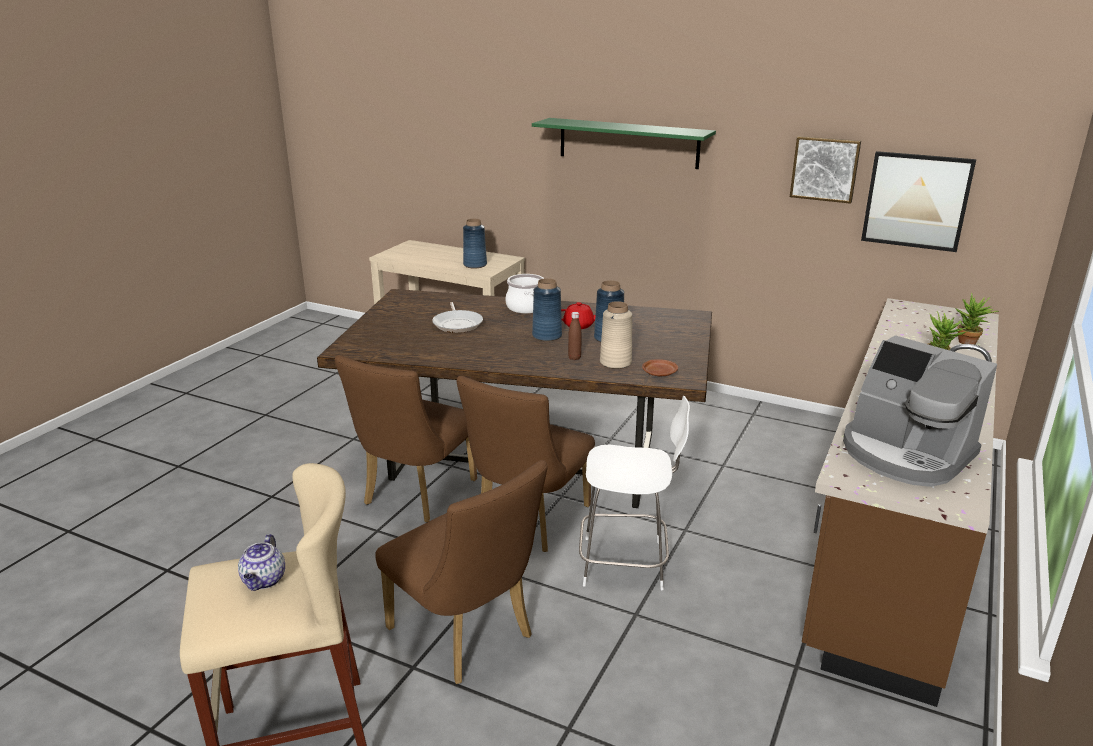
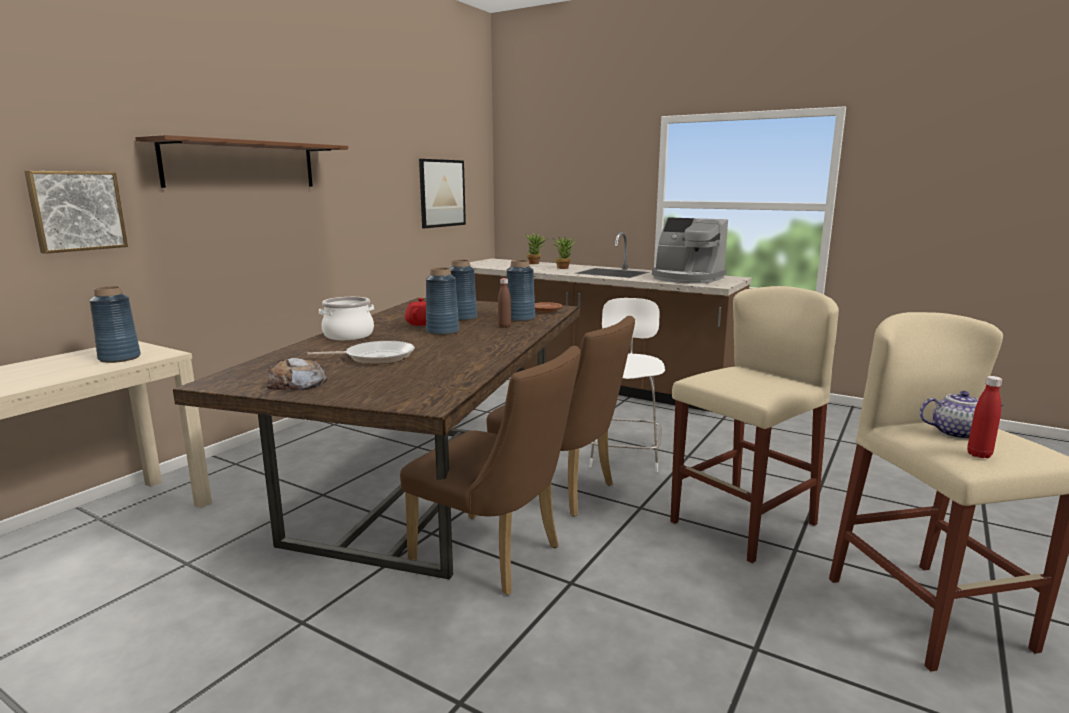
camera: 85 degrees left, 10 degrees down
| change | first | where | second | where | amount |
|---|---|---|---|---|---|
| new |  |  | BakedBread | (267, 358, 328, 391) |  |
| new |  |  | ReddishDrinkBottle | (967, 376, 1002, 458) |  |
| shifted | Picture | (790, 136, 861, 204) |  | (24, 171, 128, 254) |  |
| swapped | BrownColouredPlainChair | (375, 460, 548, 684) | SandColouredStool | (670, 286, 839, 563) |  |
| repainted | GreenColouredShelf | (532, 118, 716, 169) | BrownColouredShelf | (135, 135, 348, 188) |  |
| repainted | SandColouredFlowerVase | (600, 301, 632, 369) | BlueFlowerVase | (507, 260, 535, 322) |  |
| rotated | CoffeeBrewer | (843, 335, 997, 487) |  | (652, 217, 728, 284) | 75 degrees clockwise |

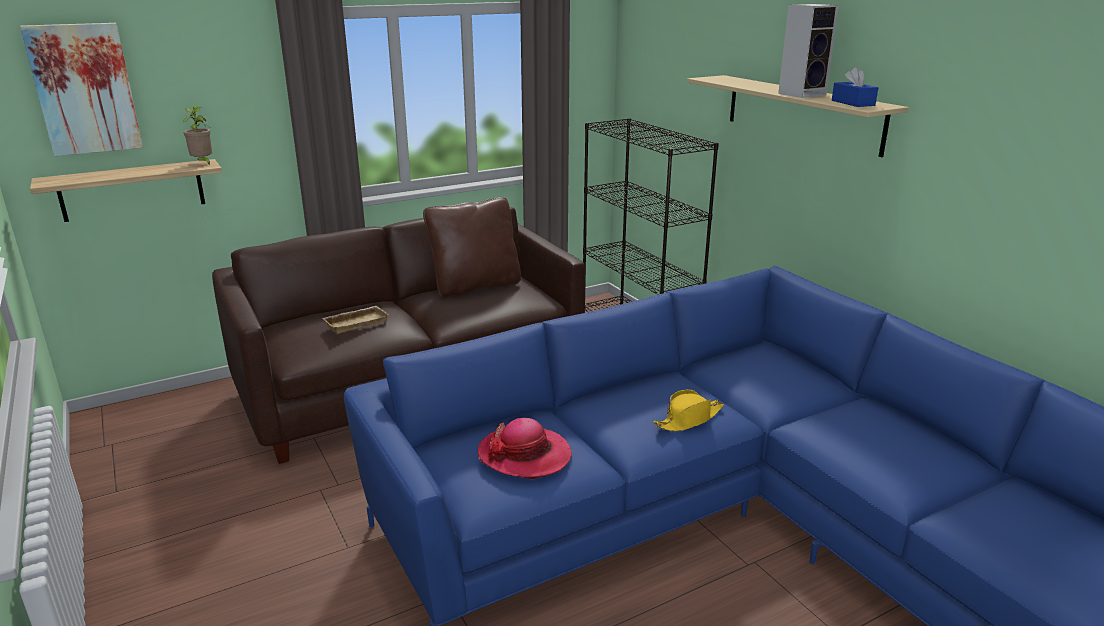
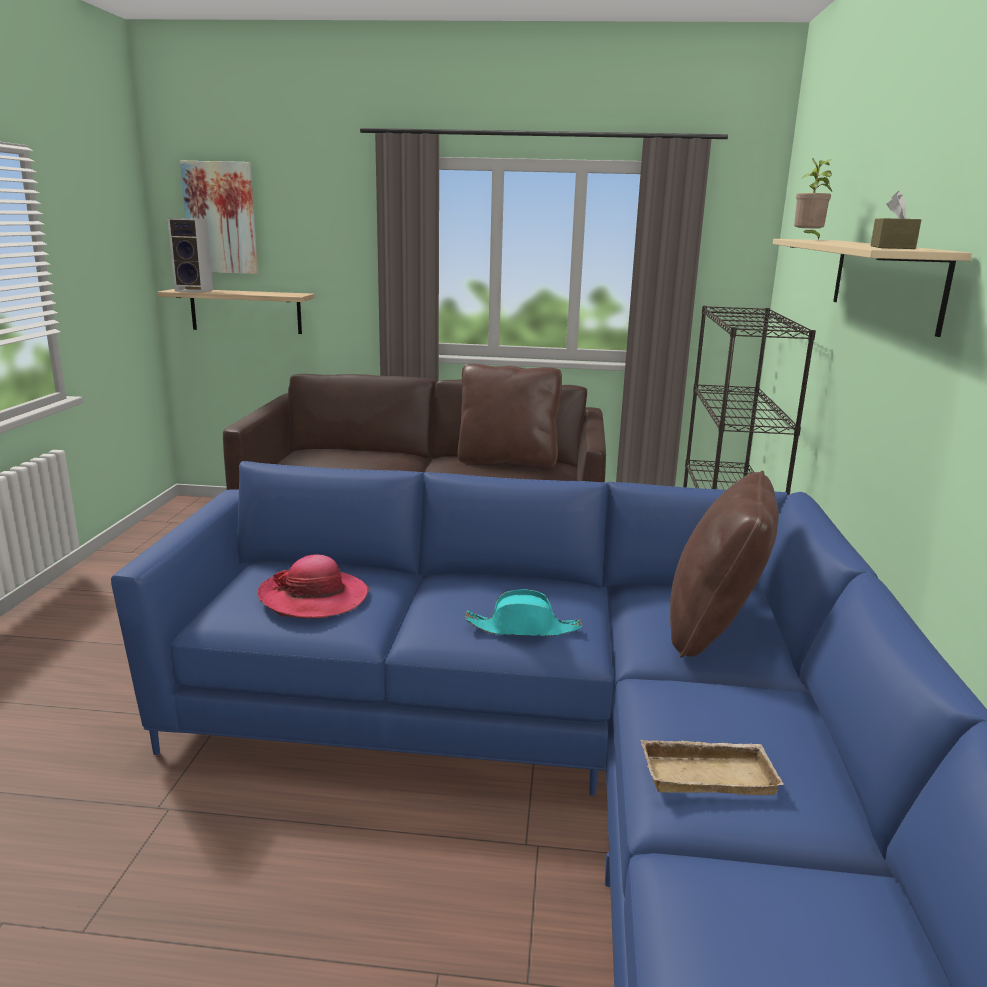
camera: 35 degrees right, 5 degrees down
| change | first | where | second | where | amount |
|---|---|---|---|---|---|
| new |  |  | BrownColouredThrowPillow | (670, 470, 779, 658) |  |
| shifted | Houseplant | (183, 106, 212, 165) |  | (794, 158, 833, 240) |  |
| shifted | SandColouredServingTray | (323, 306, 389, 333) |  | (641, 740, 784, 795) |  |
| shifted | Loudspeaker | (778, 4, 839, 98) |  | (167, 218, 213, 293) |  |
| repainted | YellowColouredWearableHat | (653, 390, 724, 432) | TurquoiseColouredWearableHat | (465, 589, 582, 636) |  |
| repainted | BlueBoxOfTissues | (832, 67, 878, 107) | BrownColouredBoxOfTissues | (870, 190, 921, 249) |  |

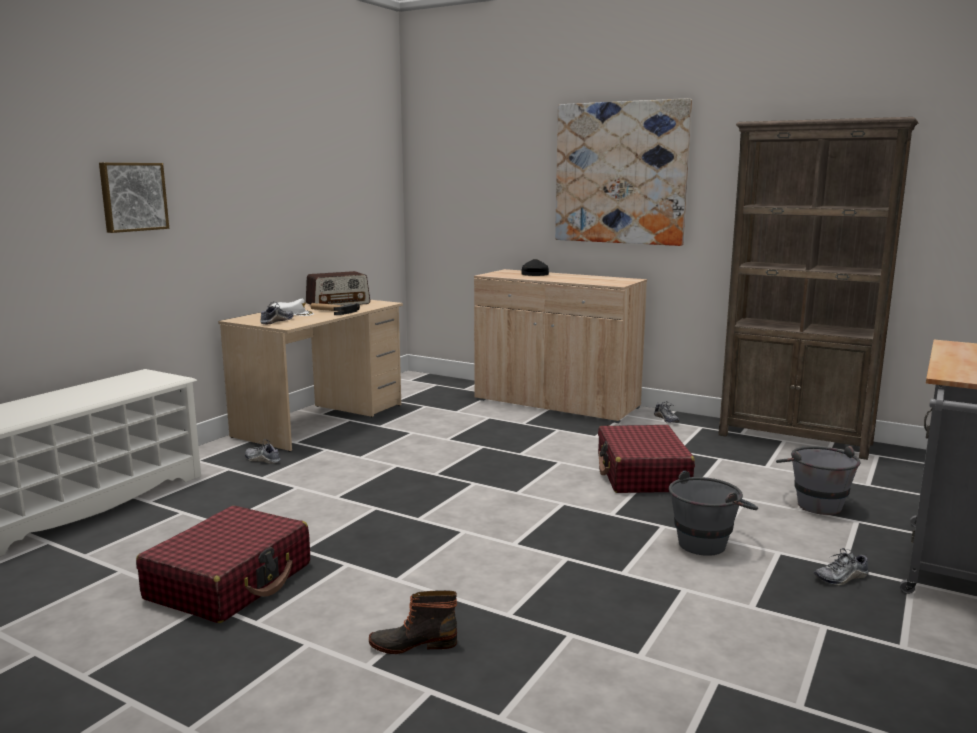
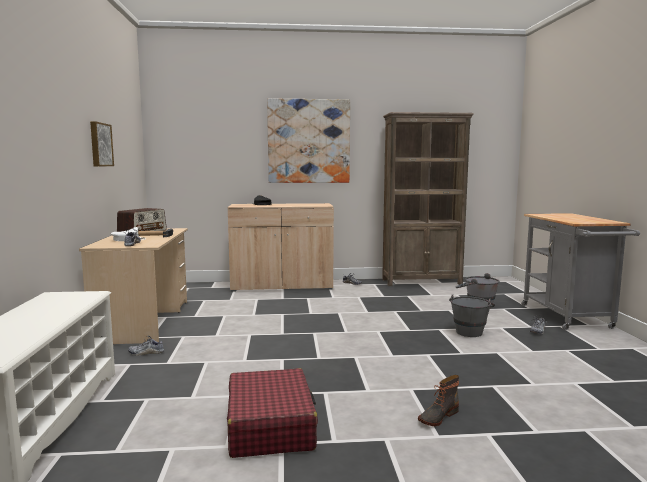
camera: 35 degrees left, 5 degrees down
| change | first | where | second | where | amount |
|---|---|---|---|---|---|
| gone | ReddishSuitcase | (598, 425, 695, 493) |  |  |  |
| shifted | Picture | (99, 163, 169, 233) |  | (90, 121, 114, 166) |  |

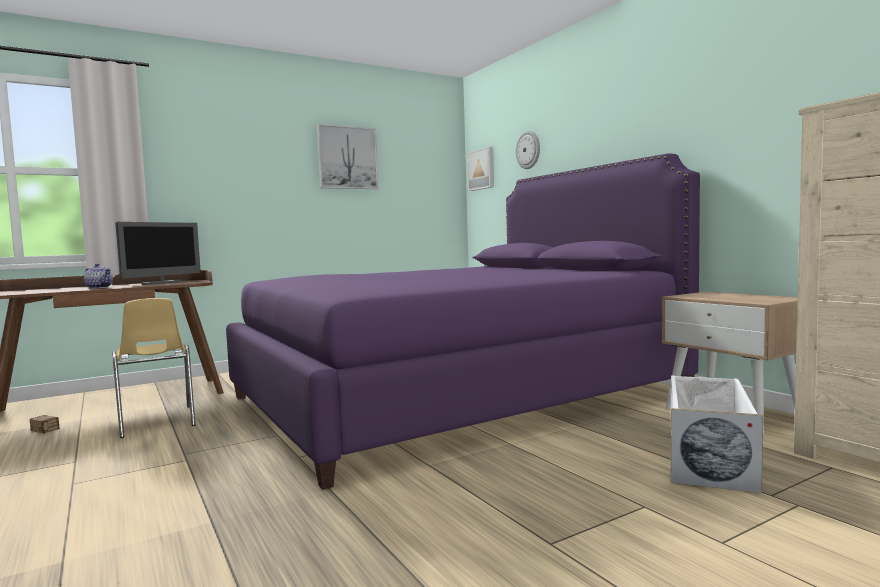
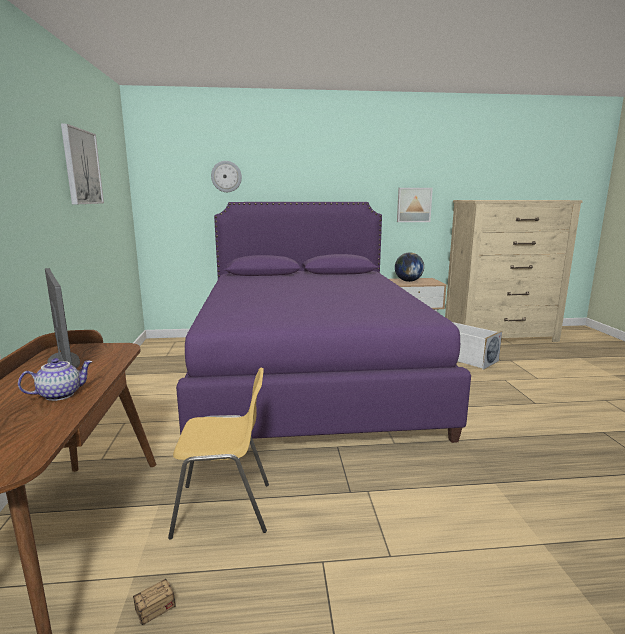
camera: 65 degrees left, 10 degrees up
| change | first | where | second | where | amount |
|---|---|---|---|---|---|
| new |  |  | DeskGlobe | (395, 252, 424, 282) |  |
| shifted | Picture | (467, 147, 494, 191) |  | (397, 188, 433, 222) |  |

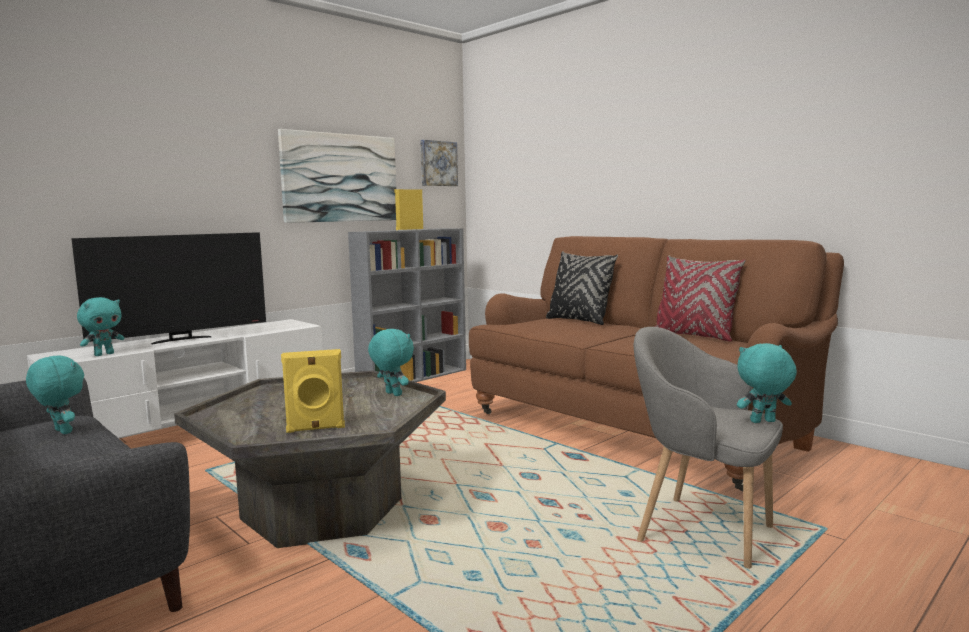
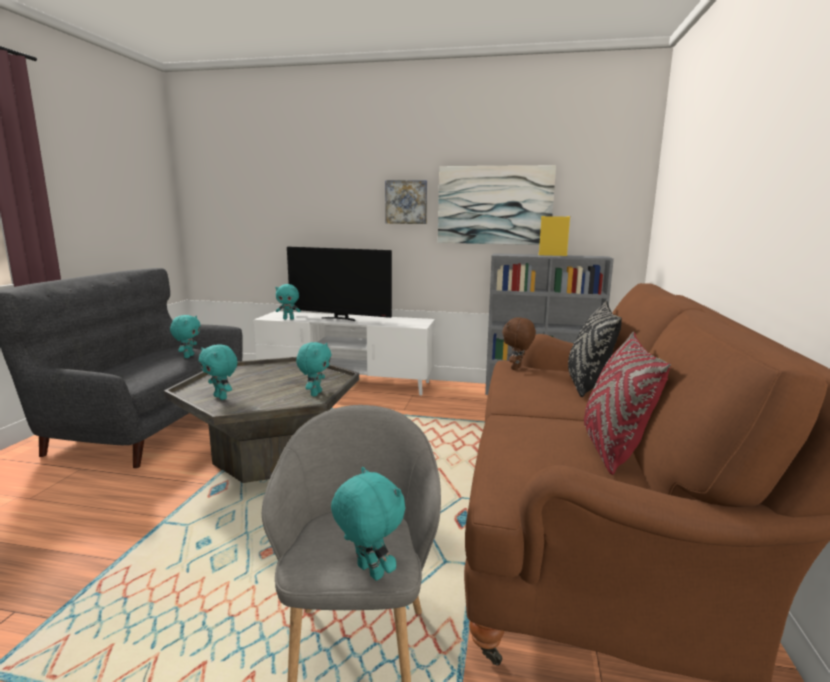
camera: 55 degrees right, 5 degrees up
| change | first | where | second | where | amount |
|---|---|---|---|---|---|
| new |  |  | BrownColouredCuddlyToy | (502, 317, 536, 370) |  |
| shifted | Picture | (420, 140, 458, 186) |  | (385, 180, 427, 224) |  |
| swapped | YellowColouredLoudspeaker | (281, 349, 345, 433) | TurquoiseColouredCuddlyToy | (199, 344, 238, 400) |  |

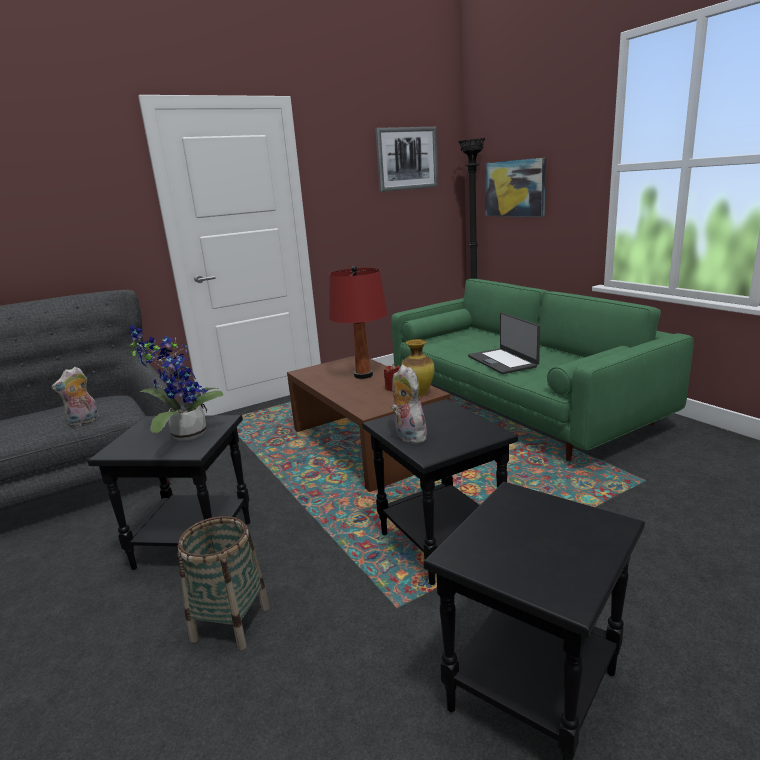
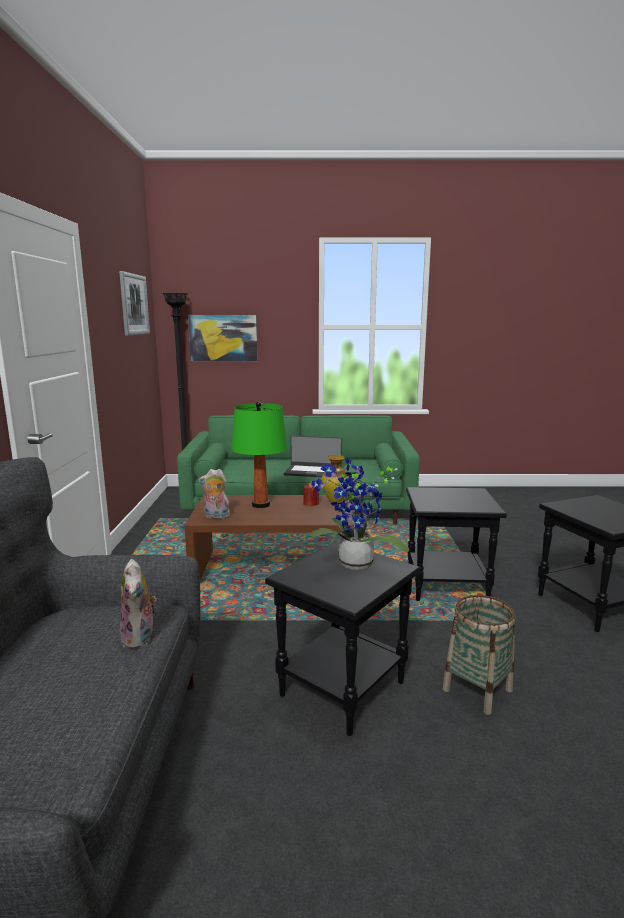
camera: 60 degrees left, 5 degrees down
| change | first | where | second | where | amount |
|---|---|---|---|---|---|
| shifted | CuddlyToy | (391, 365, 427, 444) |  | (198, 469, 230, 519) |  |
| repainted | ReddishTabletopLamp | (329, 266, 388, 379) | GreenColouredTabletopLamp | (231, 402, 287, 508) |  |

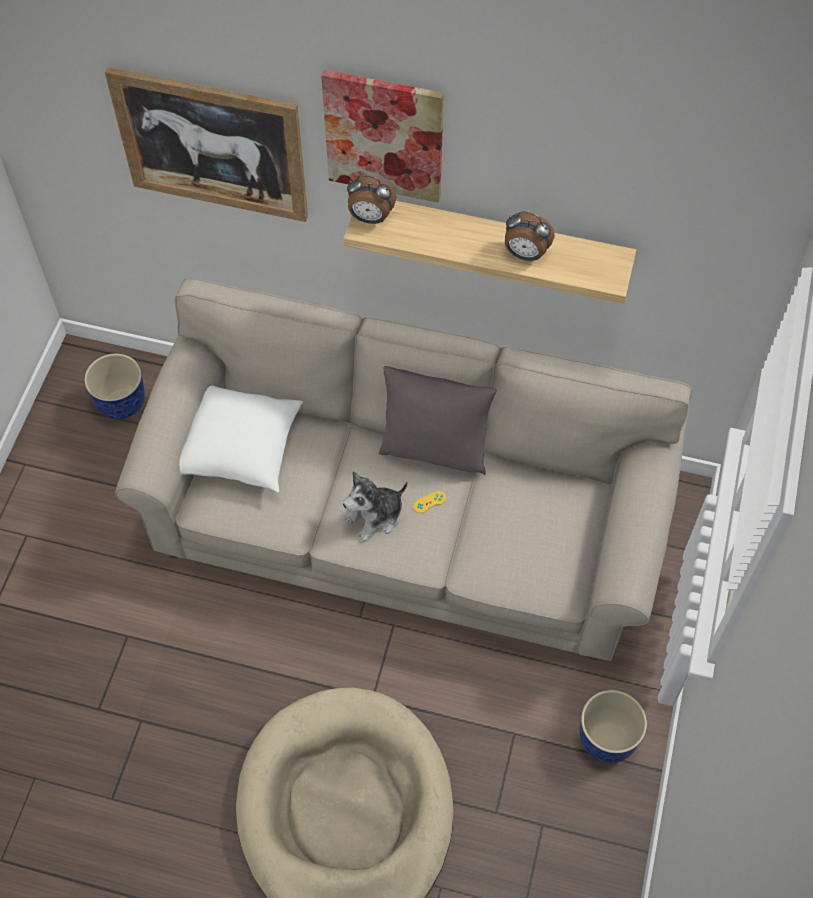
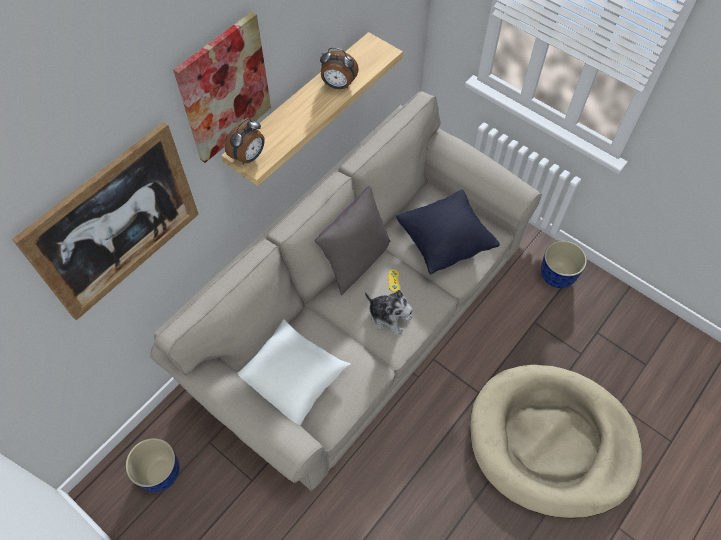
camera: 65 degrees left, 0 degrees up
| change | first | where | second | where | amount |
|---|---|---|---|---|---|
| new |  |  | BlackColouredThrowPillow | (396, 190, 500, 274) |  |
| rotated | CuddlyToy | (343, 471, 407, 542) |  | (365, 290, 413, 336) | 45 degrees counterclockwise |
| rotated | AlarmClock | (505, 211, 555, 261) |  | (320, 48, 359, 89) | 60 degrees clockwise |

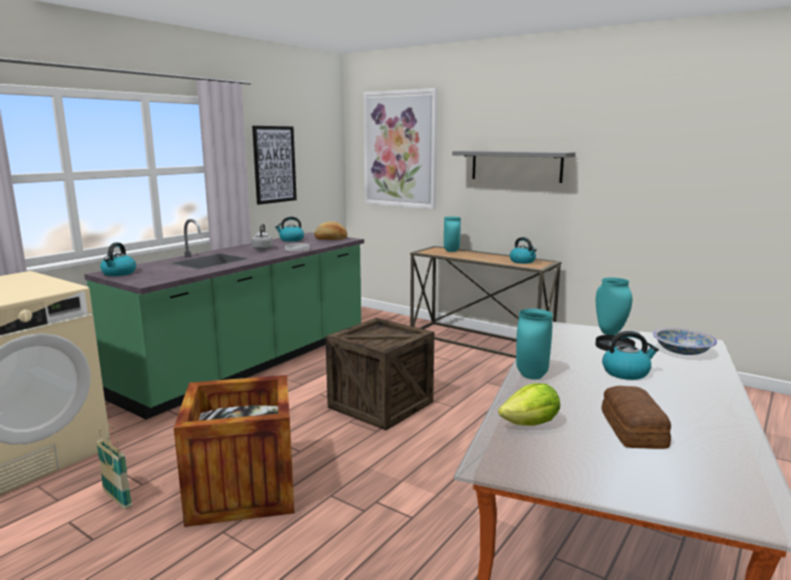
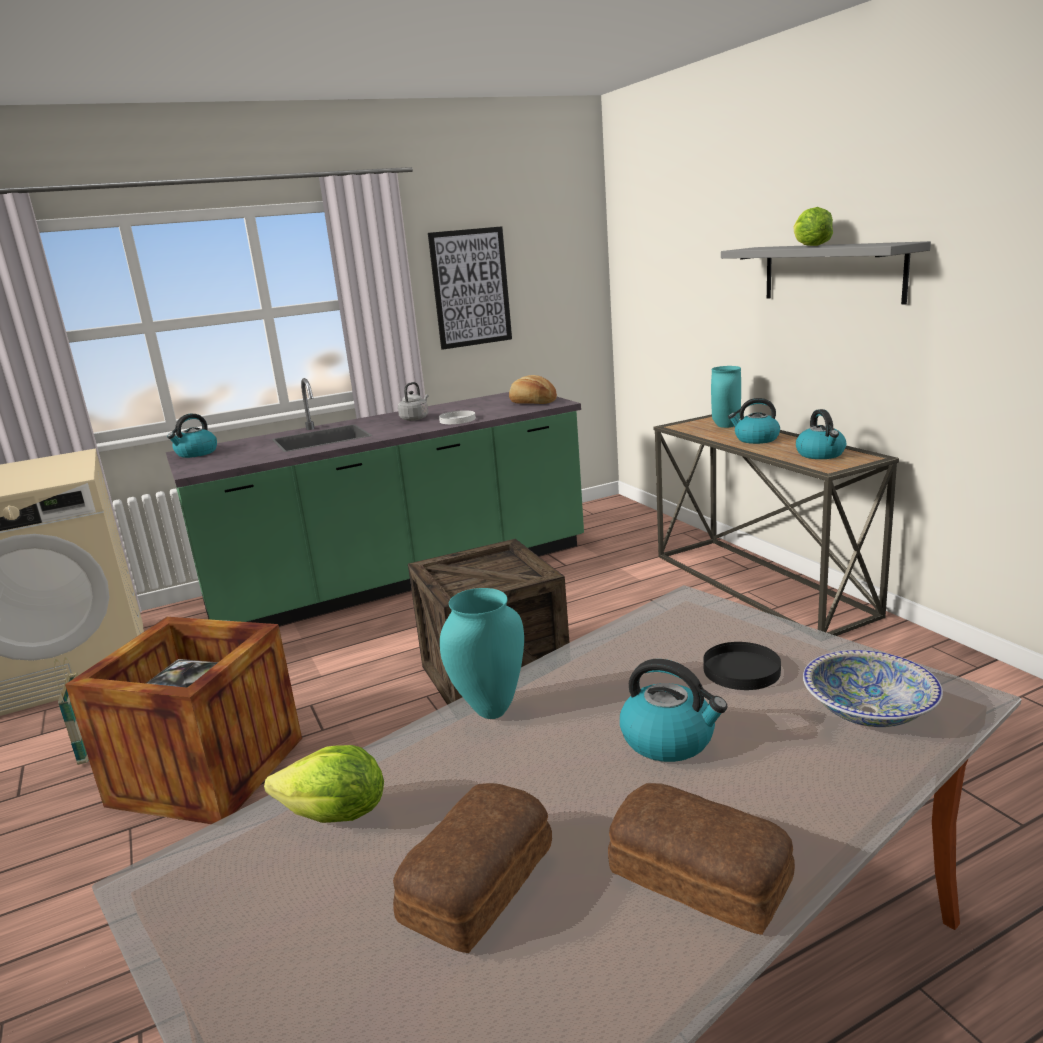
camera: 30 degrees right, 5 degrees up
| change | first | where | second | where | amount |
|---|---|---|---|---|---|
| gone | Picture | (363, 88, 438, 209) |  |  |  |
| gone | TurquoiseColouredFlowerVase | (596, 278, 632, 335) |  |  |  |
| new |  |  | BakedBread | (608, 783, 795, 935) |  |
| new |  |  | LettuceHead | (794, 207, 833, 246) |  |
| shifted | TeaKettle | (275, 217, 304, 242) |  | (728, 398, 780, 444) |  |

